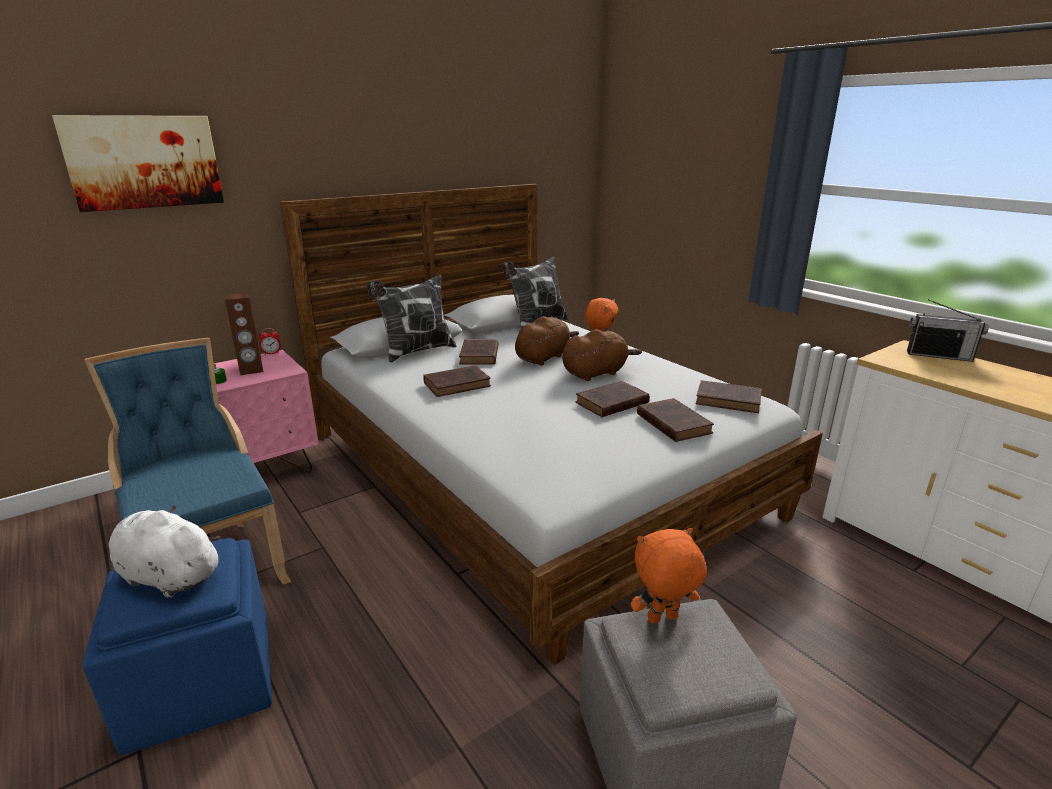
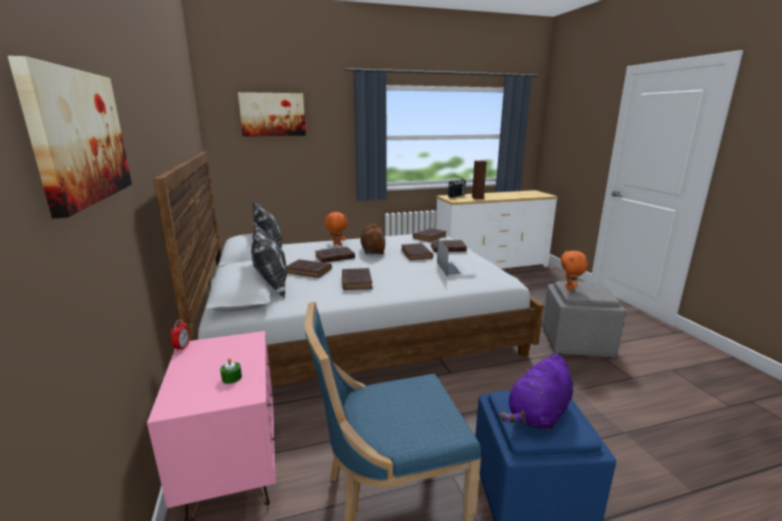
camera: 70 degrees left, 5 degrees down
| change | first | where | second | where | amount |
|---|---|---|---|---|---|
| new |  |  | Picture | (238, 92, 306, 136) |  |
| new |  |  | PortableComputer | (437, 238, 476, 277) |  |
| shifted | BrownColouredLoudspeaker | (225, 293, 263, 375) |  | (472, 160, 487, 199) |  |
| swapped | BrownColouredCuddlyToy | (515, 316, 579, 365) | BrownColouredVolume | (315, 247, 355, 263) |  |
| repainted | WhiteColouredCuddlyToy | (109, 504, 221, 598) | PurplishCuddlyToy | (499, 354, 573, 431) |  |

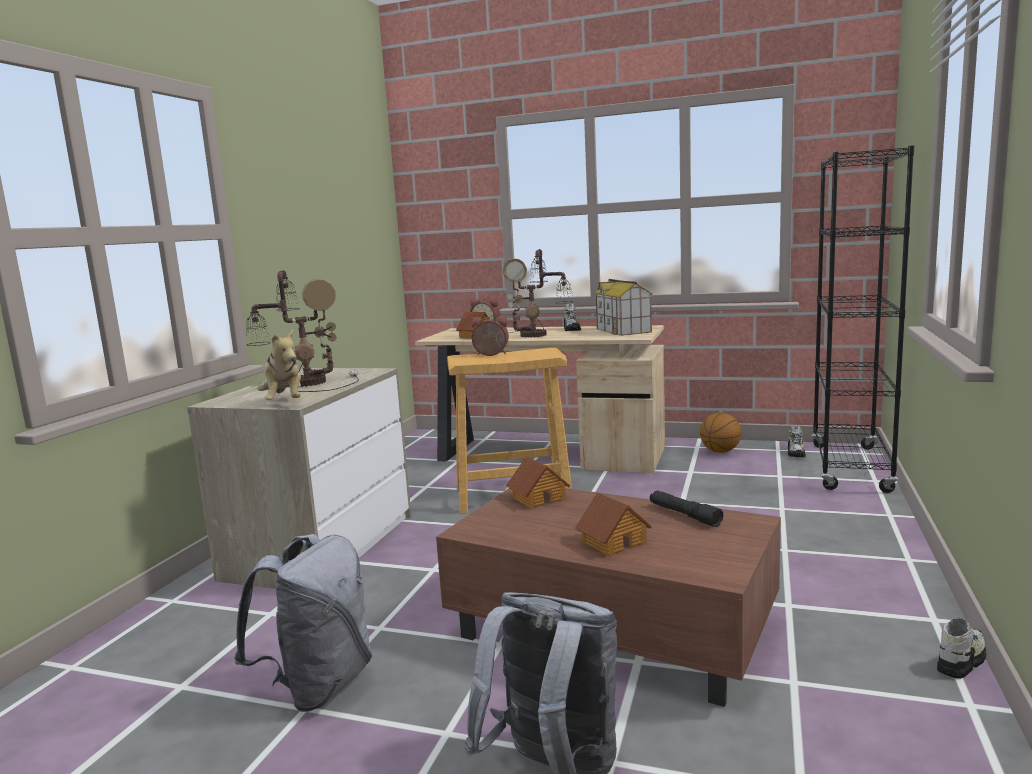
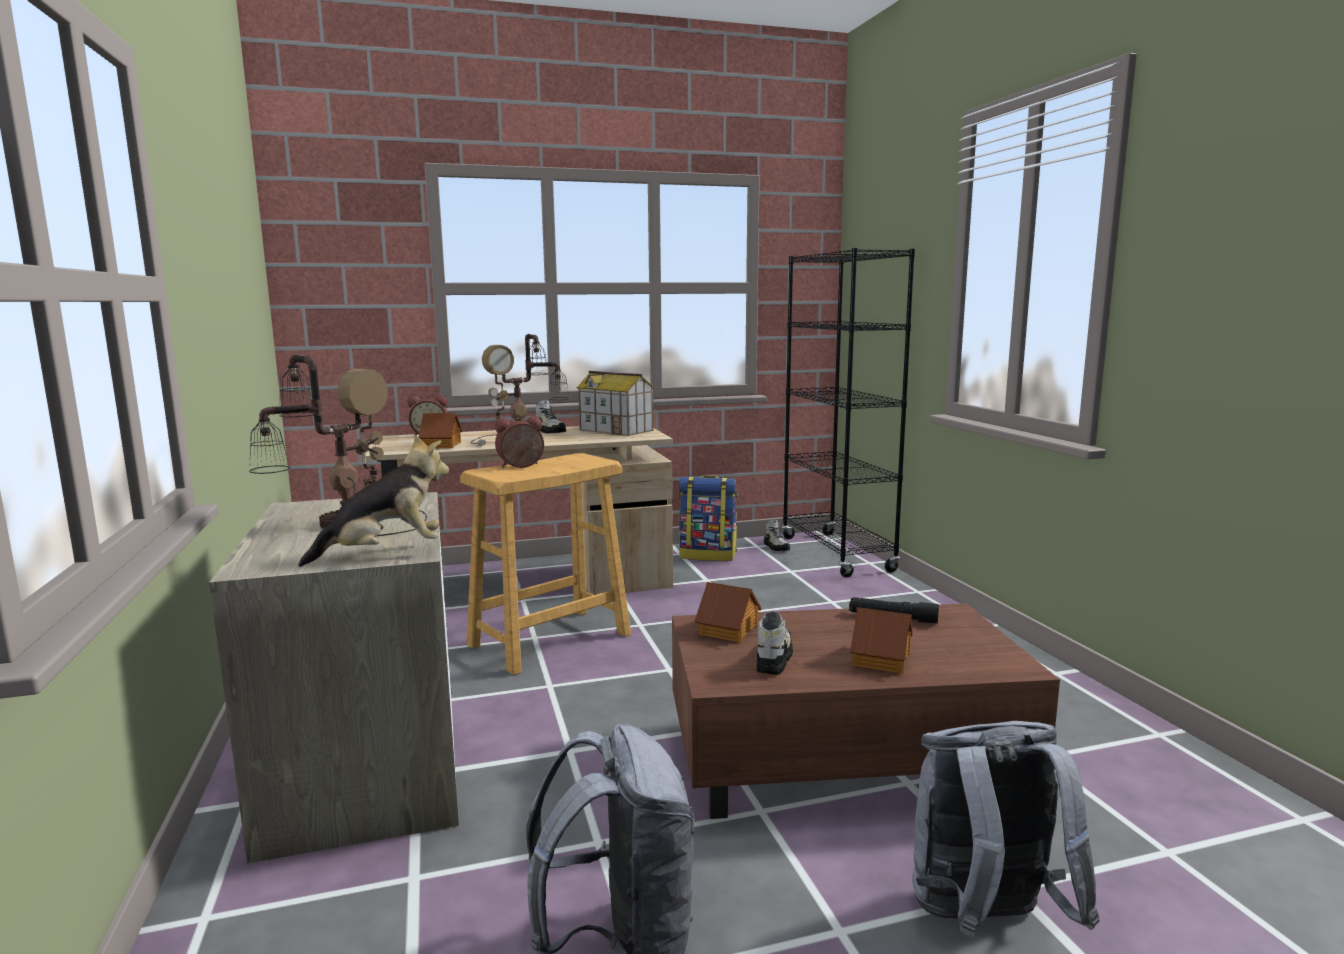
camera: 35 degrees left, 0 degrees up
| change | first | where | second | where | amount |
|---|---|---|---|---|---|
| shifted | ItemOfFootwear | (937, 618, 986, 679) |  | (757, 611, 793, 675) |  |
| swapped | Basketball | (700, 413, 741, 453) | Rucksack | (679, 475, 738, 561) |  |
| rotated | CuddlyToy | (257, 330, 301, 400) |  | (298, 435, 449, 567) | 60 degrees counterclockwise |

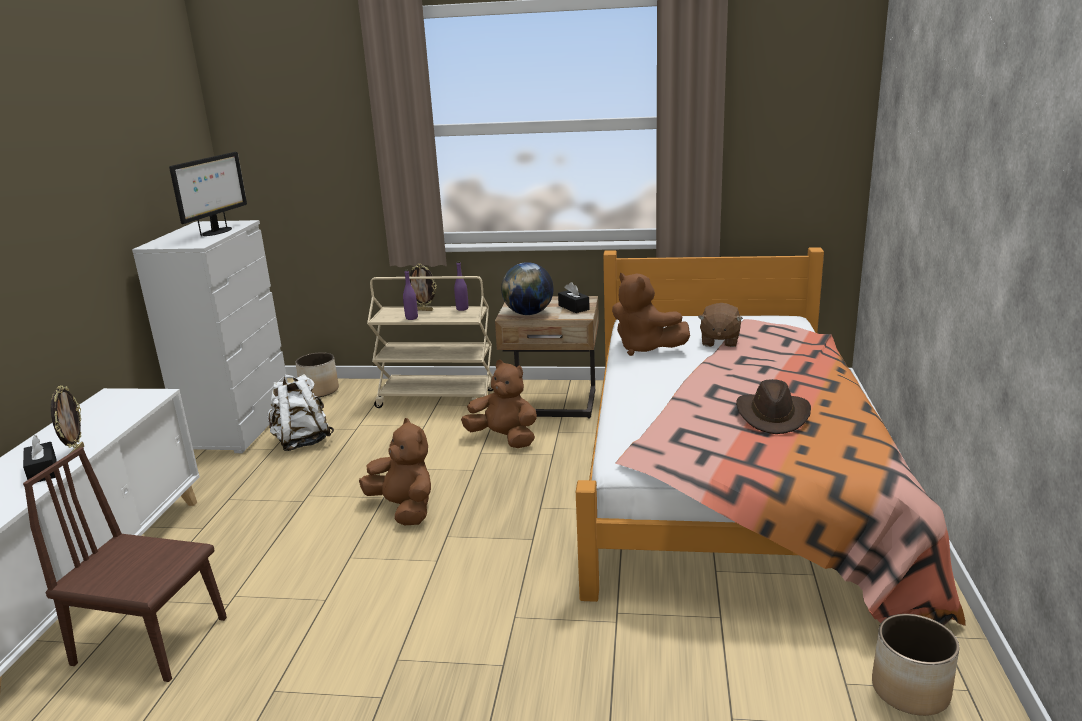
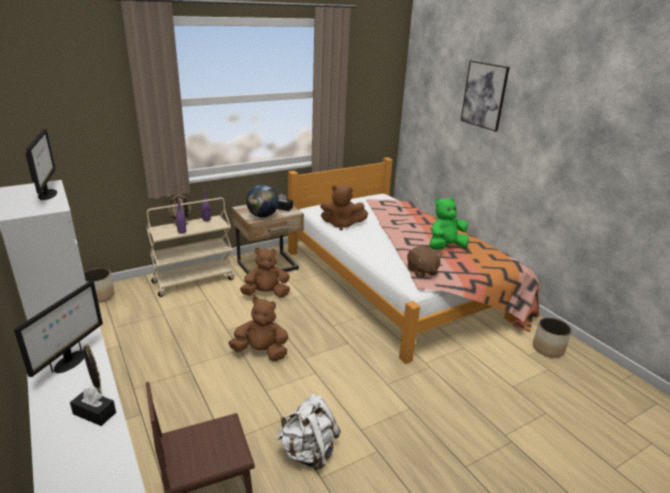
camera: 40 degrees left, 5 degrees up
| change | first | where | second | where | amount |
|---|---|---|---|---|---|
| new |  |  | ComputerDisplay | (14, 280, 103, 377) |  |
| new |  |  | Picture | (461, 61, 510, 132) |  |
| shifted | WhiteColouredRucksack | (267, 374, 334, 451) |  | (276, 394, 341, 471) |  |
| shifted | BrownColouredCuddlyToy | (698, 303, 743, 347) |  | (407, 246, 442, 278) |  |
| swapped | BrownColouredWearableHat | (736, 379, 811, 434) | GreenColouredCuddlyToy | (429, 197, 469, 250) |  |

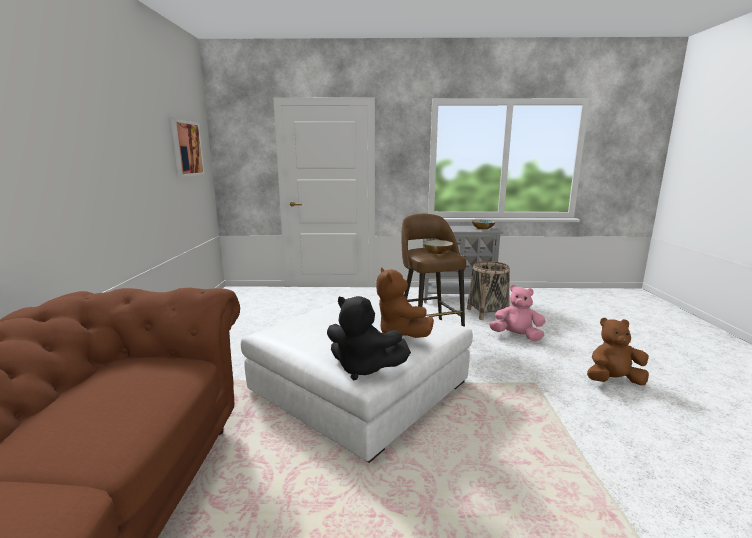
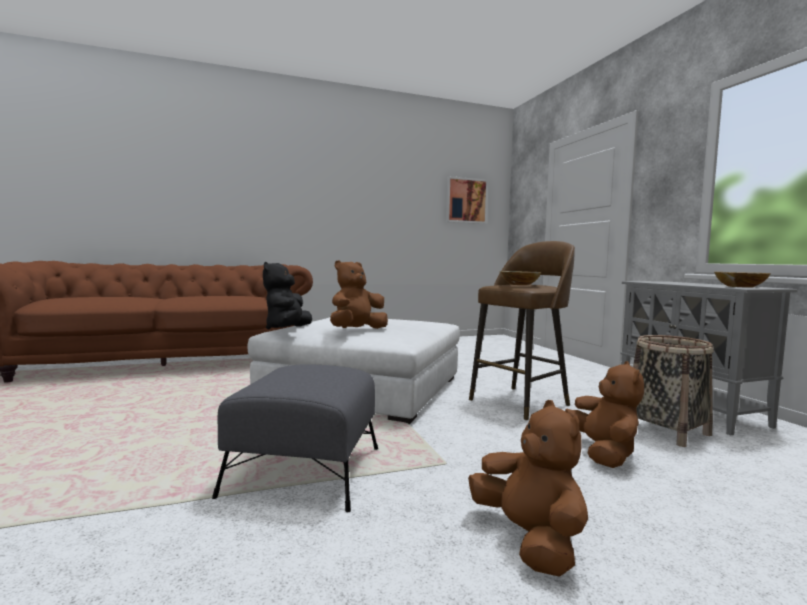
camera: 70 degrees right, 10 degrees down
| change | first | where | second | where | amount |
|---|---|---|---|---|---|
| new |  |  | GreyishFootrest | (212, 364, 378, 512) |  |
| repainted | PinkishCuddlyToy | (489, 285, 545, 341) | BrownColouredCuddlyToy | (565, 361, 644, 468) |  |

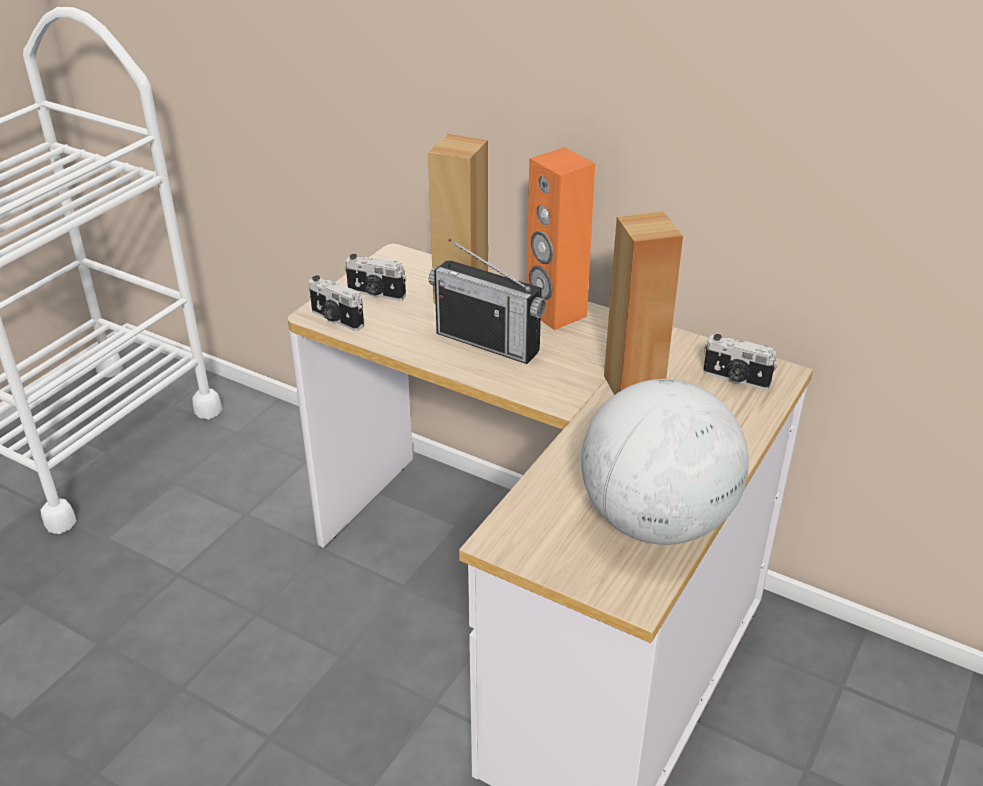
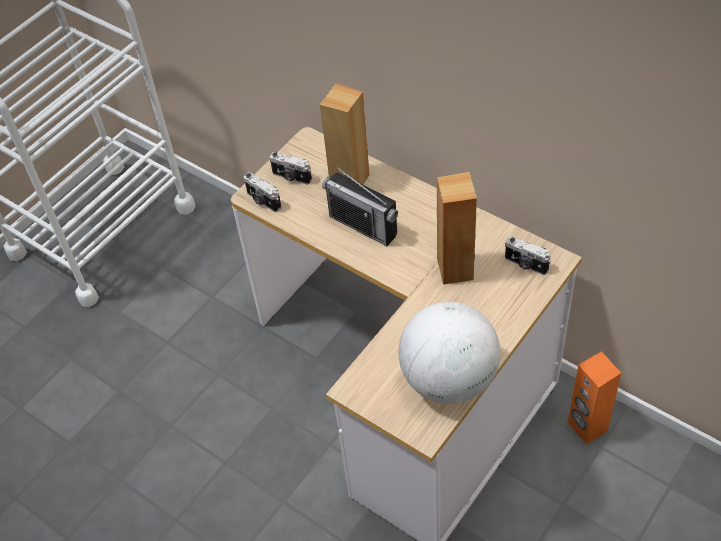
camera: 10 degrees right, 15 degrees up
| change | first | where | second | where | amount |
|---|---|---|---|---|---|
| shifted | OrangeLoudspeaker | (527, 147, 595, 330) |  | (568, 351, 621, 444) |  |

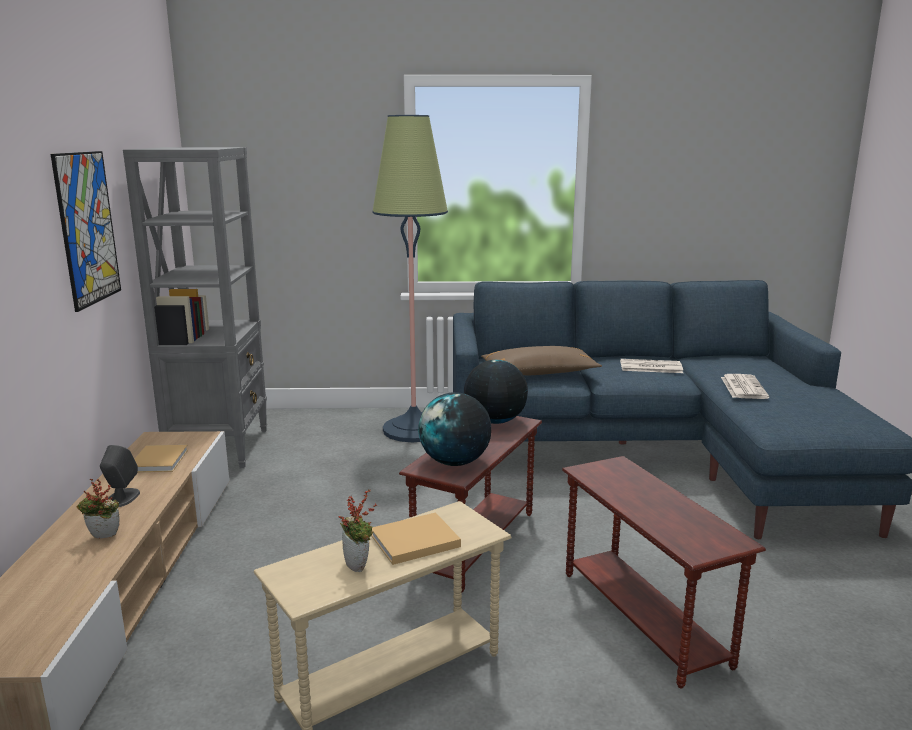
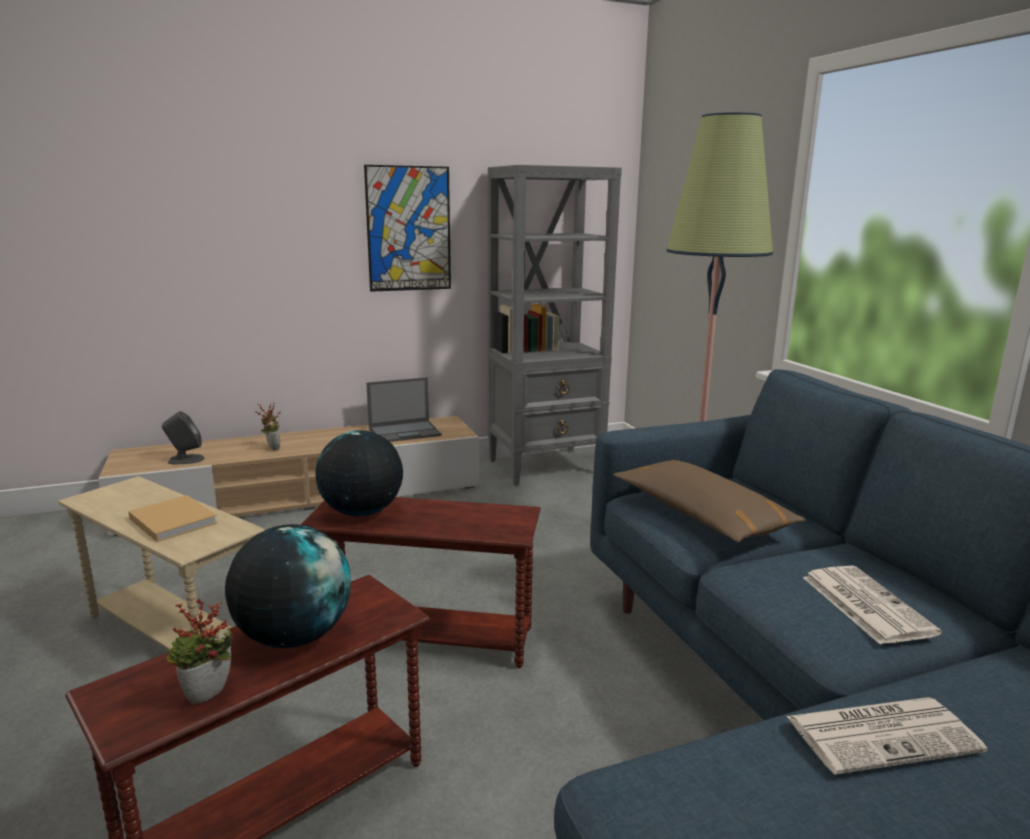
camera: 70 degrees right, 0 degrees up
| change | first | where | second | where | amount |
|---|---|---|---|---|---|
| shifted | GreyishLoudspeaker | (100, 445, 140, 507) |  | (162, 411, 204, 464) |  |
| shifted | Houseplant | (339, 490, 377, 572) |  | (167, 598, 232, 704) |  |
| shifted | DeskGlobe | (464, 360, 528, 424) |  | (225, 524, 351, 648) |  |
| swapped | SandColouredVolume | (135, 445, 188, 472) | PortableComputer | (366, 377, 442, 442) |  |

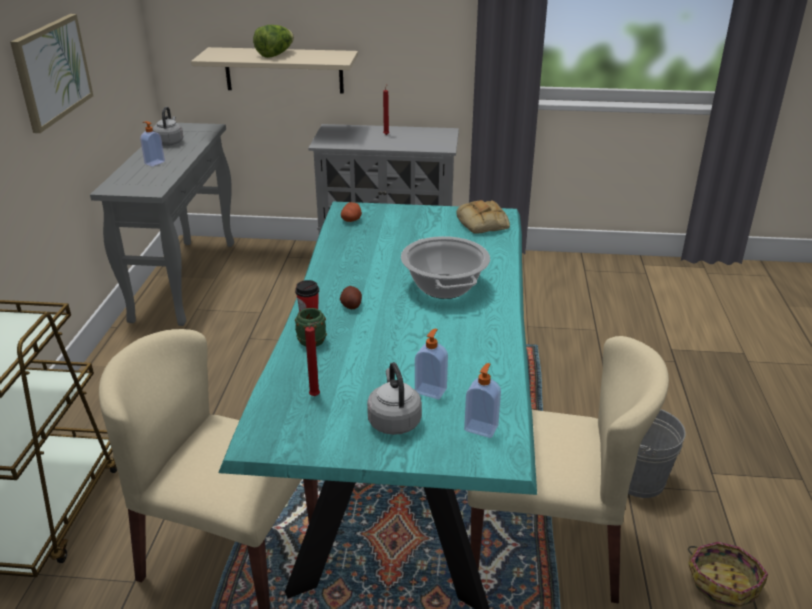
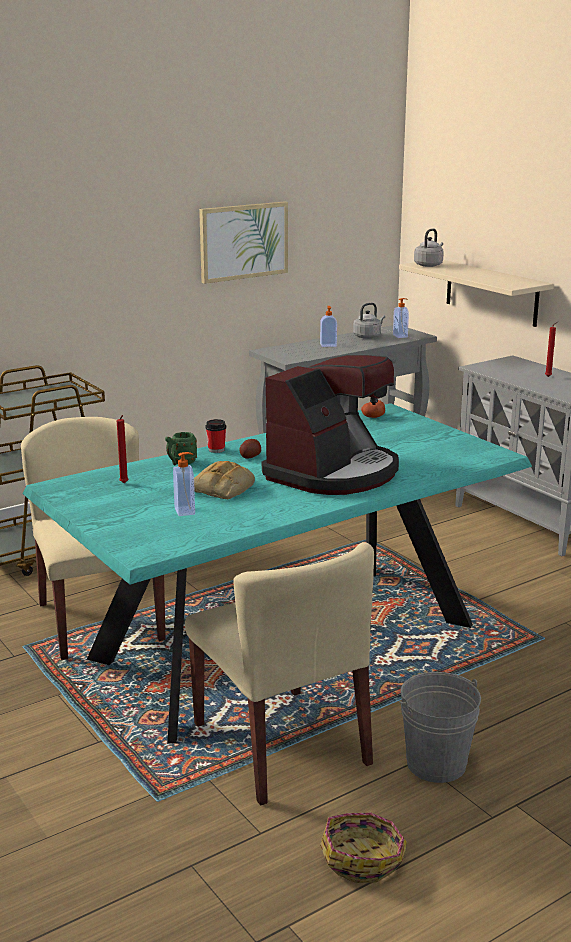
camera: 50 degrees right, 10 degrees down
| change | first | where | second | where | amount |
|---|---|---|---|---|---|
| gone | LettuceHead | (253, 25, 294, 58) |  |  |  |
| shifted | GreyishTeaKettle | (367, 362, 422, 435) |  | (414, 229, 444, 267) |  |
| shifted | BakedBread | (456, 200, 510, 234) |  | (194, 461, 255, 499) |  |
| shifted | SoapBottle | (464, 363, 501, 438) |  | (393, 298, 409, 338) |  |
| swapped | Saucepot | (401, 236, 490, 299) | CoffeeBrewer | (262, 355, 399, 495) |  |

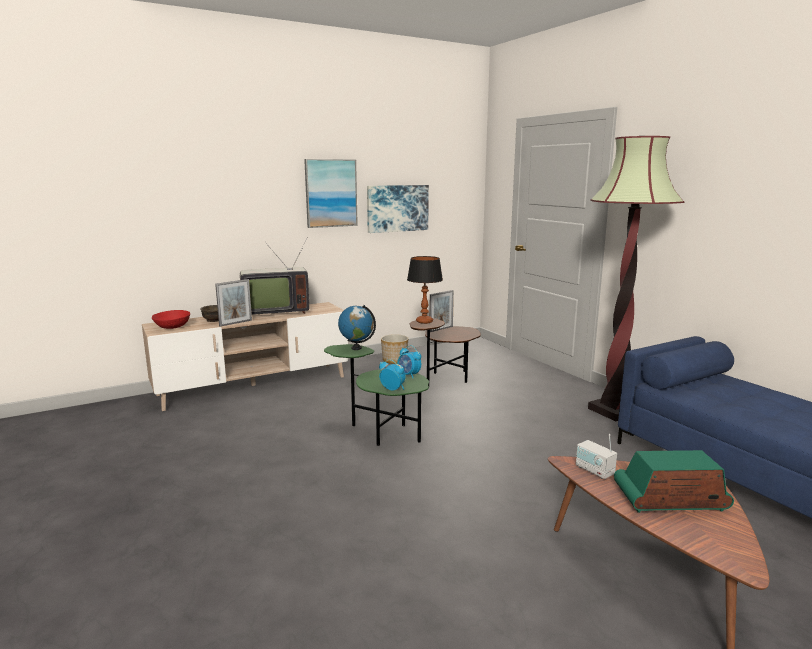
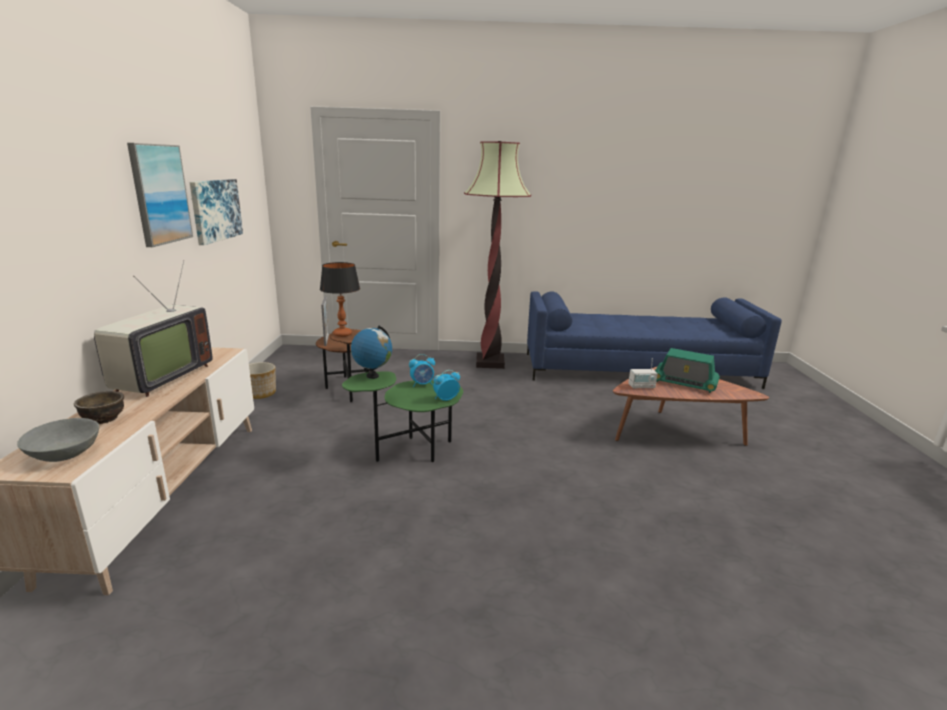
camera: 60 degrees left, 5 degrees up
| change | first | where | second | where | amount |
|---|---|---|---|---|---|
| gone | PhotoFrame | (215, 279, 252, 327) |  |  |  |
| repainted | ReddishDeepDish | (152, 310, 190, 329) | GreyishDeepDish | (17, 418, 99, 462) |  |
| rotated | RadioReceiver | (614, 450, 734, 513) |  | (655, 348, 720, 393) | 90 degrees counterclockwise |

